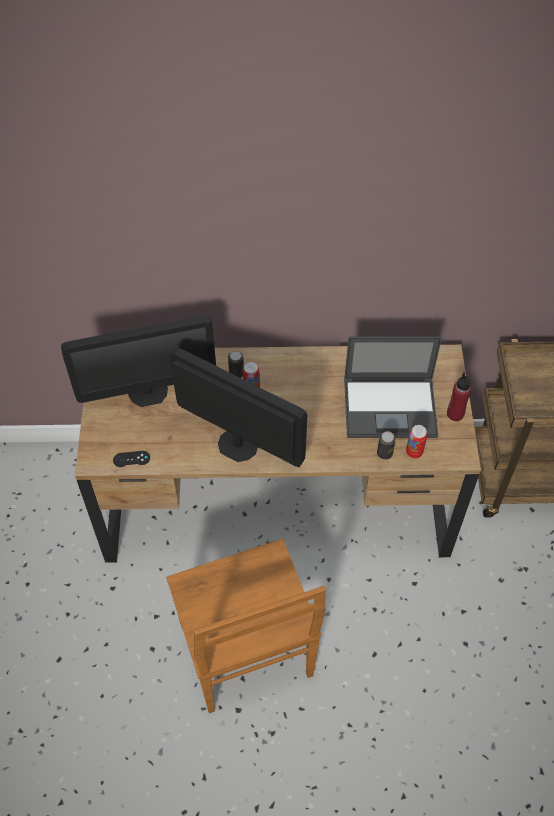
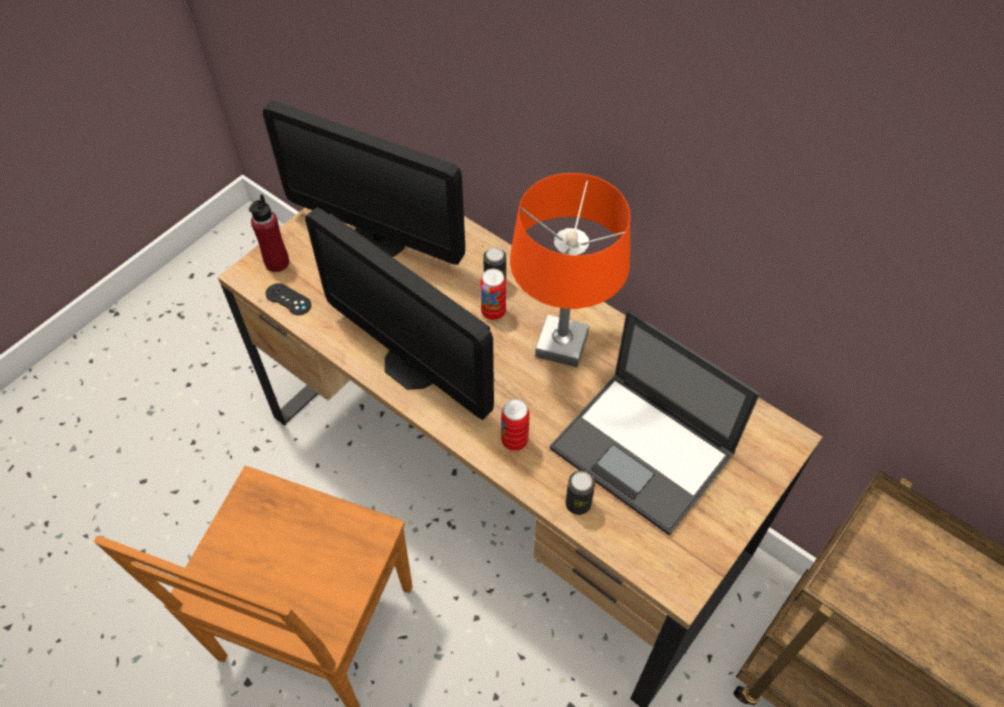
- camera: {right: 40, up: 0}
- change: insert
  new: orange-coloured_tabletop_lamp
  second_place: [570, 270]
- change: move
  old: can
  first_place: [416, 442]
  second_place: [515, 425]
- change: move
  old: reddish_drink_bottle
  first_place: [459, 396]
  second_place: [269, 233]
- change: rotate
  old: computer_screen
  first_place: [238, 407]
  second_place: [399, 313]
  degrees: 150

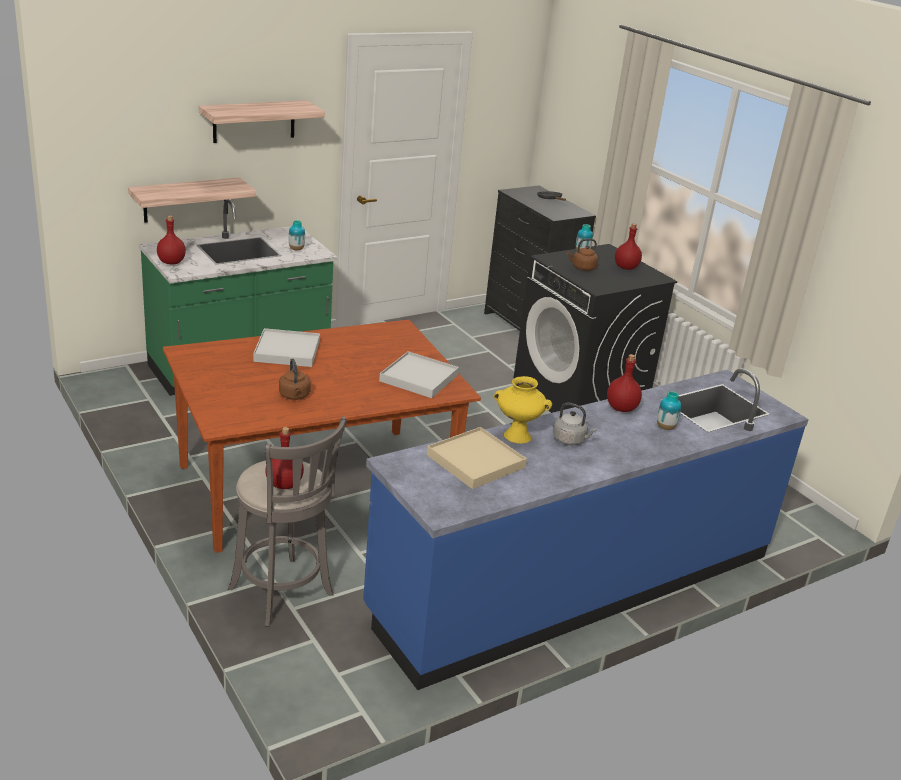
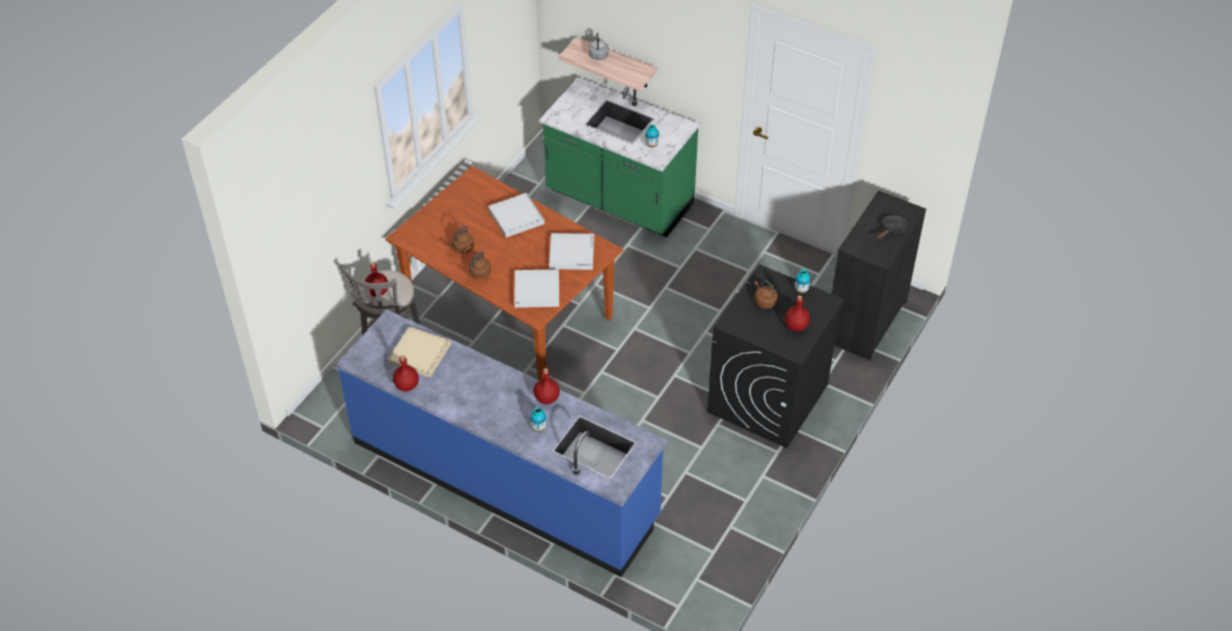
- camera: {right: 65, up: 20}
- change: delete
  old: shelf
  first_place: [262, 121]
- change: delete
  old: yellow-coloured_flower_vase
  first_place: [523, 409]
- change: insert
  new: brown_tea_kettle
  second_place: [478, 265]
- change: insert
  new: whitish_carrying_tray
  second_place: [571, 251]
- change: move
  old: reddish_drink_bottle
  first_place: [171, 239]
  second_place: [406, 373]
- change: move
  old: greyish_tea_kettle
  first_place: [575, 423]
  second_place: [598, 46]

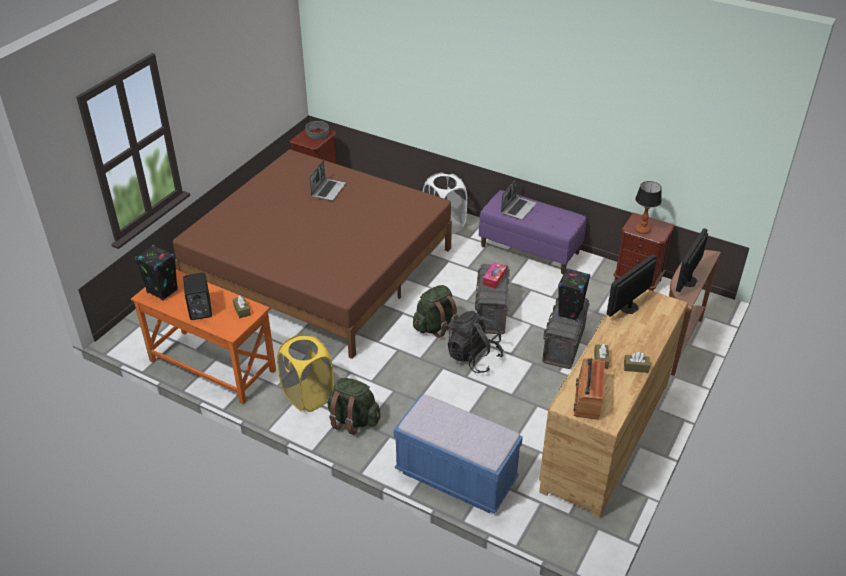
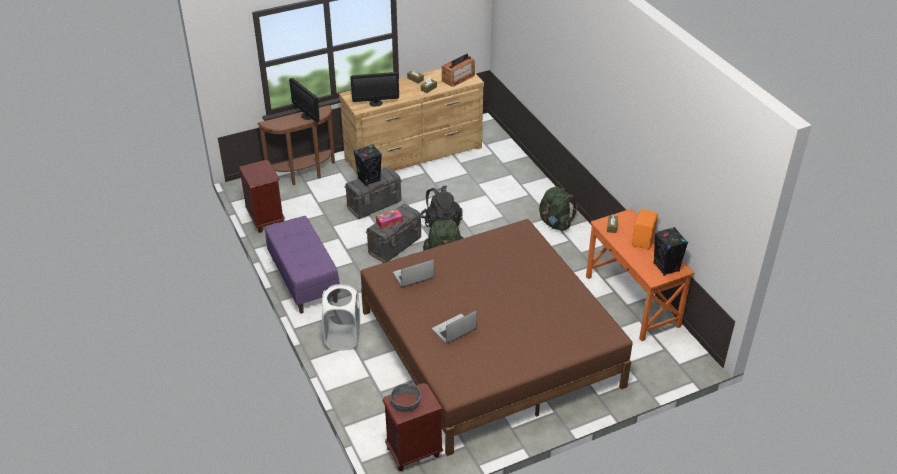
- camera: {right: -145, up: 0}
- change: delete
  old: yellow-coloured_washing_basket
  first_place: [305, 373]
- change: delete
  old: blue-coloured_indoor_bench
  first_place: [458, 453]
- change: delete
  old: tabletop_lamp
  first_place: [648, 207]
- change: move
  old: laptop
  first_place: [518, 199]
  second_place: [413, 273]
- change: recolor
  old: black-coloured_speaker
  new: orange-coloured_speaker
  first_place: [197, 296]
  second_place: [645, 229]
- change: rotate
  old: computer_screen
  first_place: [692, 260]
  second_place: [304, 100]
  degrees: 75

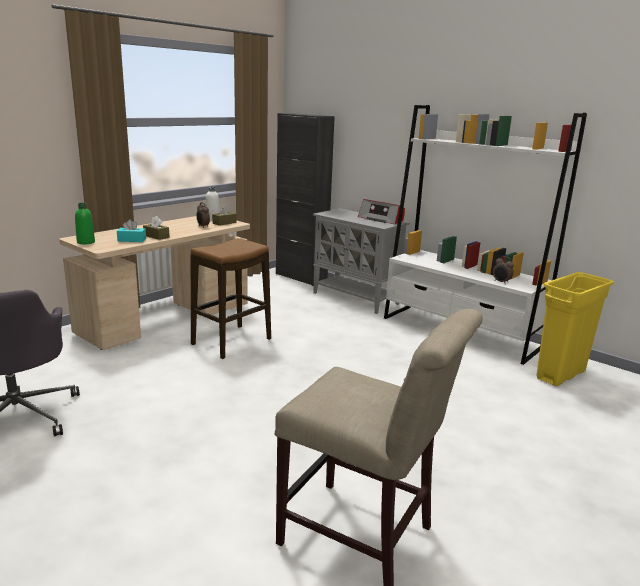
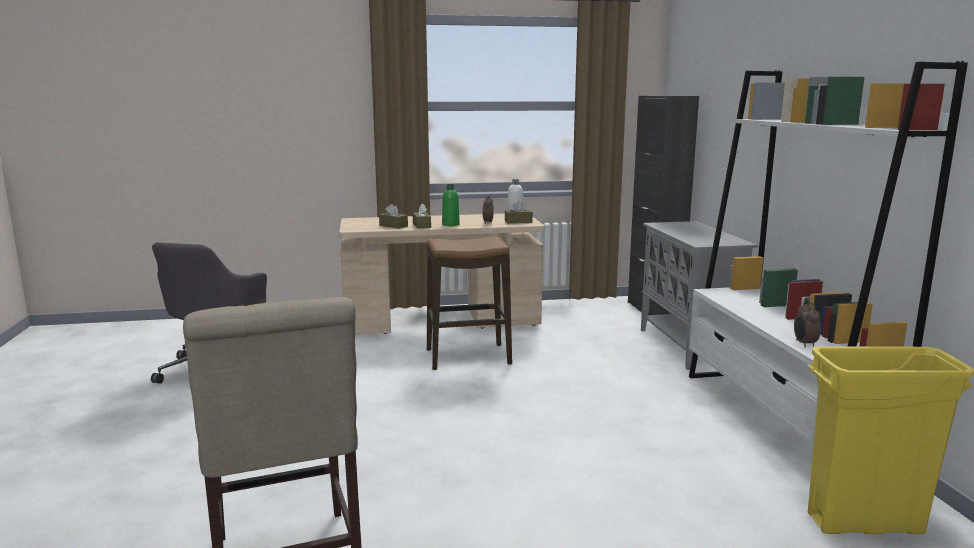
- camera: {right: 40, up: -5}
- change: delete
  old: radio_set
  first_place: [381, 211]
- change: move
  old: green_drink_bottle
  first_place: [85, 223]
  second_place: [451, 205]
- change: recolor
  old: turquoise_tissue_box
  new: brown_tissue_box
  first_place: [131, 230]
  second_place: [393, 216]

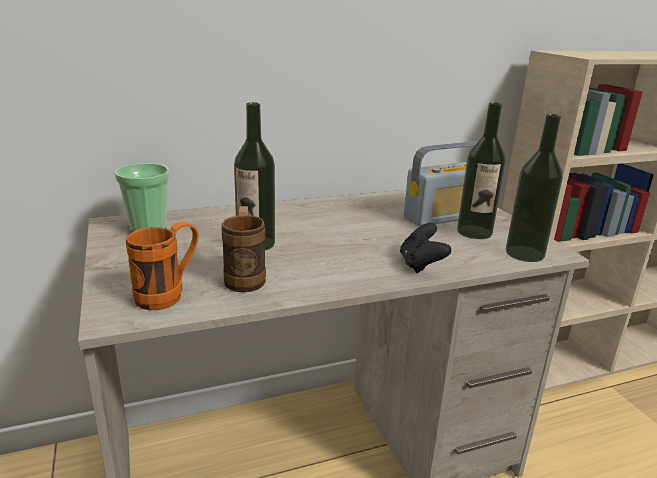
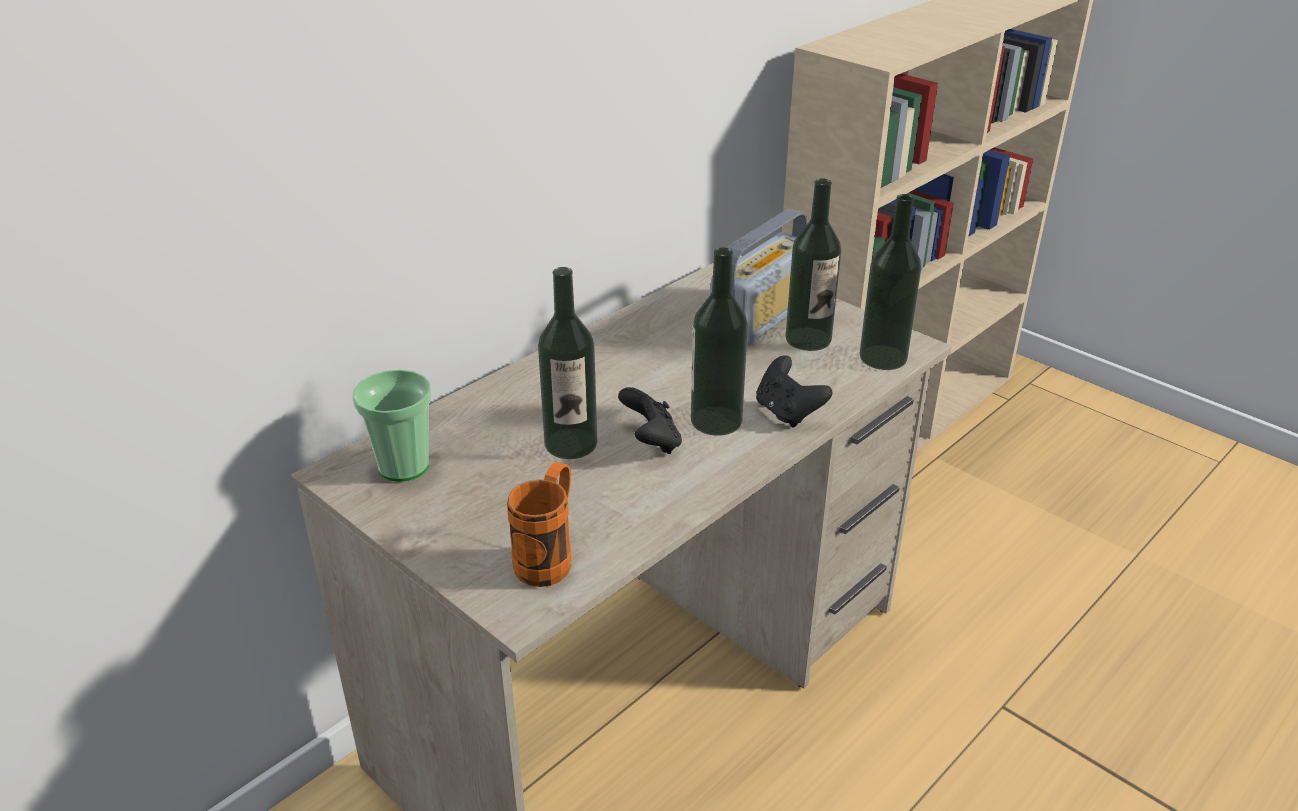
- camera: {right: -25, up: 10}
- change: delete
  old: brown_coffee_mug
  first_place: [243, 249]
- change: insert
  new: black-coloured_game_controller
  second_place: [650, 420]
- change: insert
  new: drink_bottle
  second_place: [719, 341]

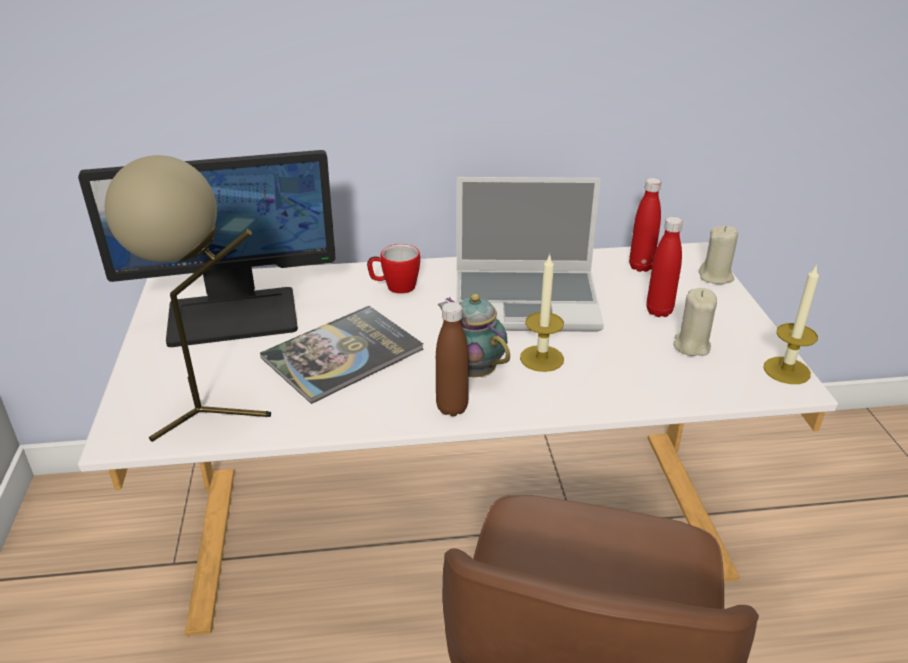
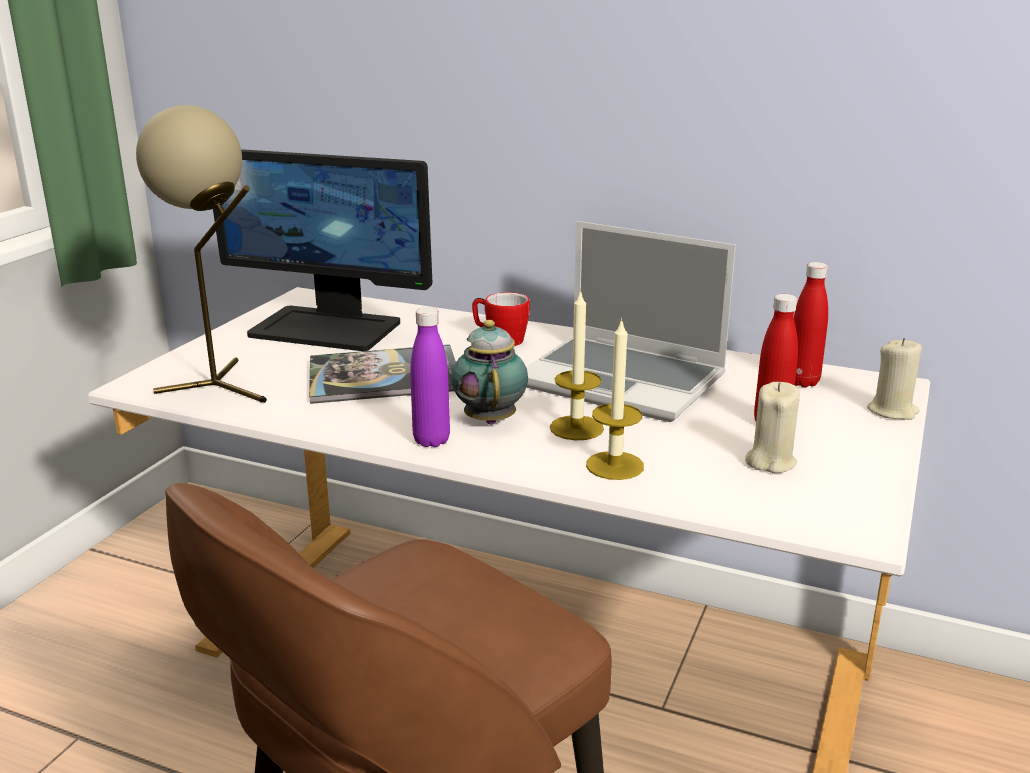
- camera: {right: 30, up: -10}
- change: move
  old: candle
  first_place: [791, 324]
  second_place: [615, 399]
- change: recolor
  old: brown_drink_bottle
  new: purple-coloured_drink_bottle
  first_place: [452, 359]
  second_place: [430, 377]

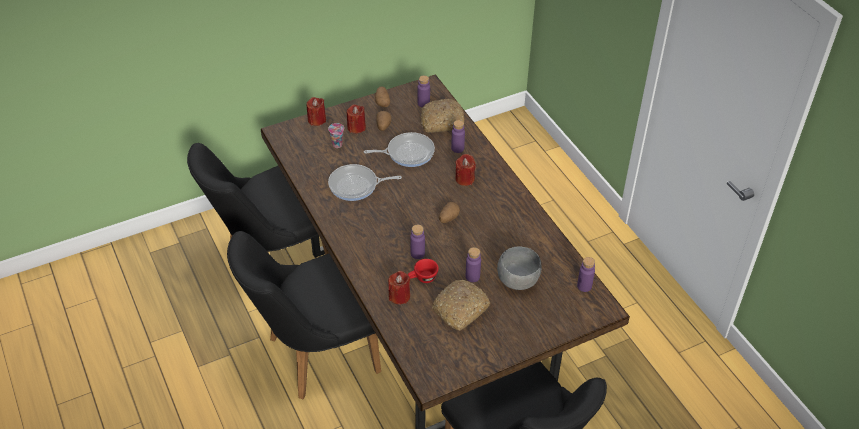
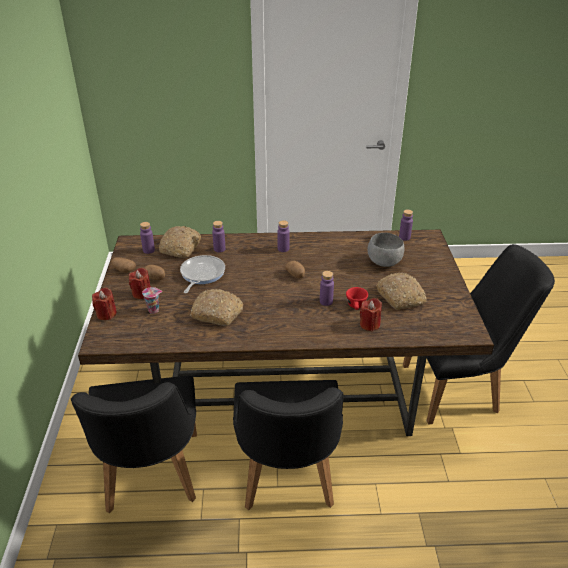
- camera: {right: -65, up: -10}
- change: delete
  old: reddish_candle
  first_place: [465, 170]
- change: move
  old: purple-coloured_drink_bottle
  first_place: [473, 264]
  second_place: [283, 236]
- change: replace
  old: pan
  new: bread
  first_place: [365, 182]
  second_place: [217, 307]

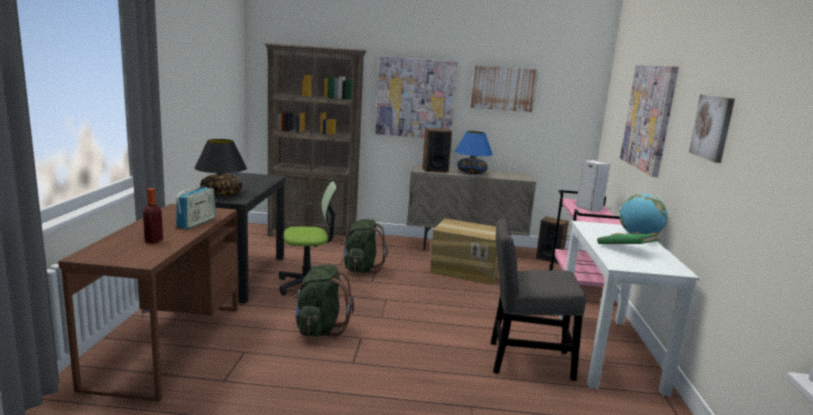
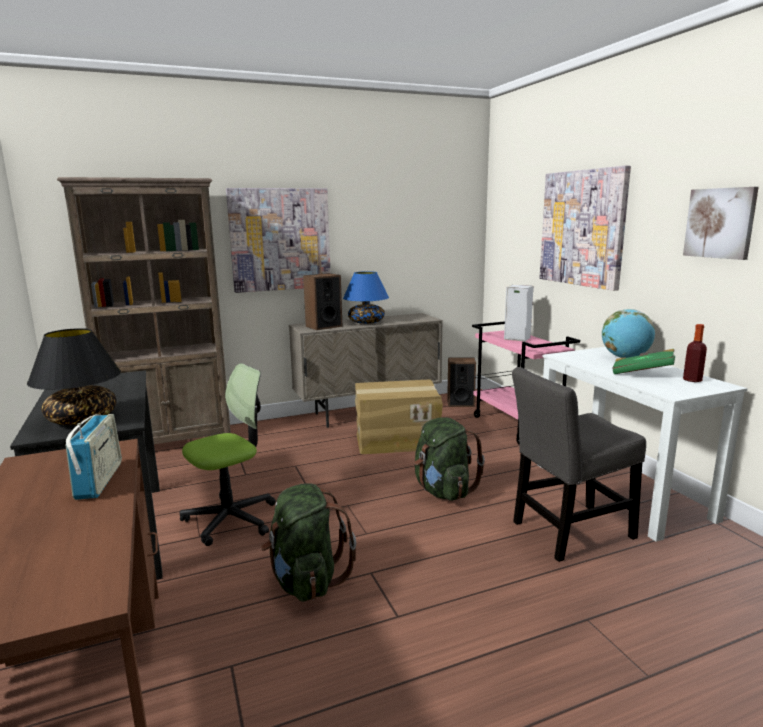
- camera: {right: -25, up: 0}
- change: delete
  old: wall_picture
  first_place: [504, 88]
- change: move
  old: drink_bottle
  first_place: [153, 215]
  second_place: [695, 353]
- change: move
  old: green_rucksack
  first_place: [364, 246]
  second_place: [449, 459]

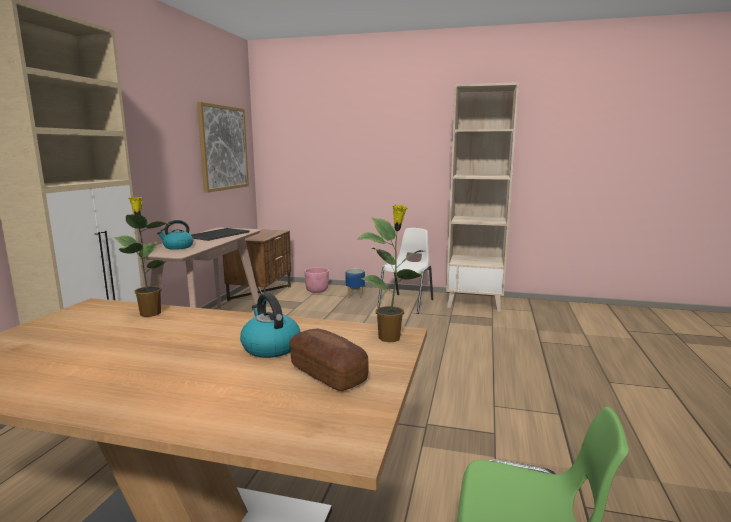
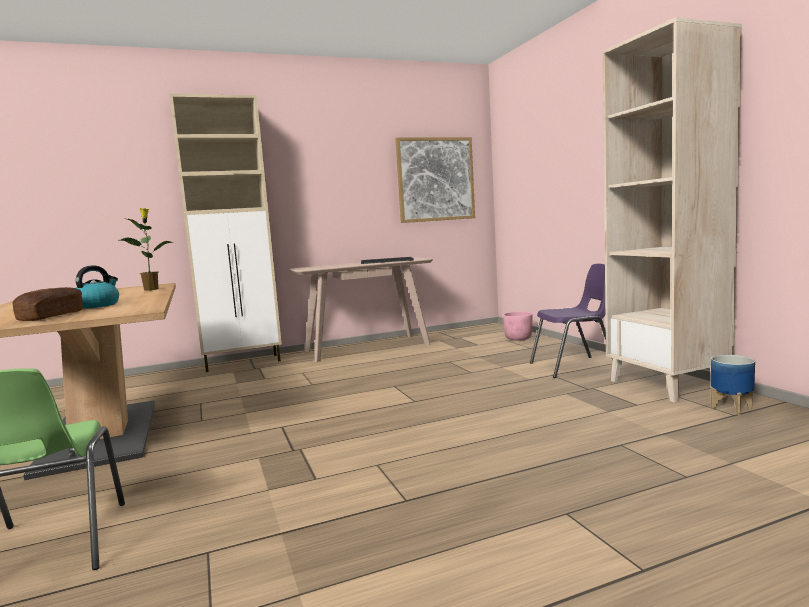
- camera: {right: 55, up: -5}
- change: delete
  old: tea_kettle
  first_place: [175, 235]
- change: delete
  old: brown_bedside_table
  first_place: [257, 265]
- change: delete
  old: houseplant
  first_place: [390, 273]
- change: move
  old: planter
  first_place: [355, 283]
  second_place: [733, 385]
- change: recolor
  old: whitish_chair
  new: purple-coloured_chair
  first_place: [405, 271]
  second_place: [571, 321]

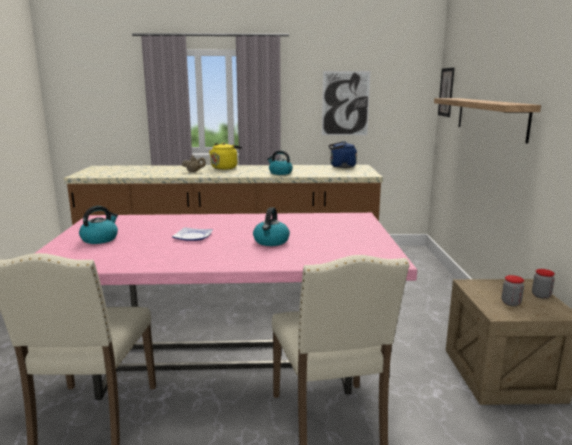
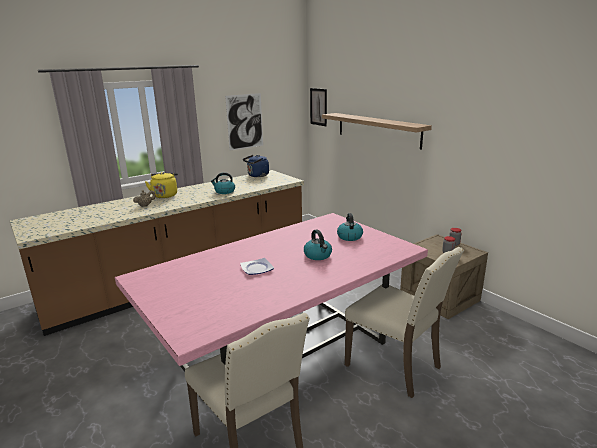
- camera: {right: -35, up: 5}
- change: move
  old: tea_kettle
  first_place: [98, 225]
  second_place: [350, 227]

